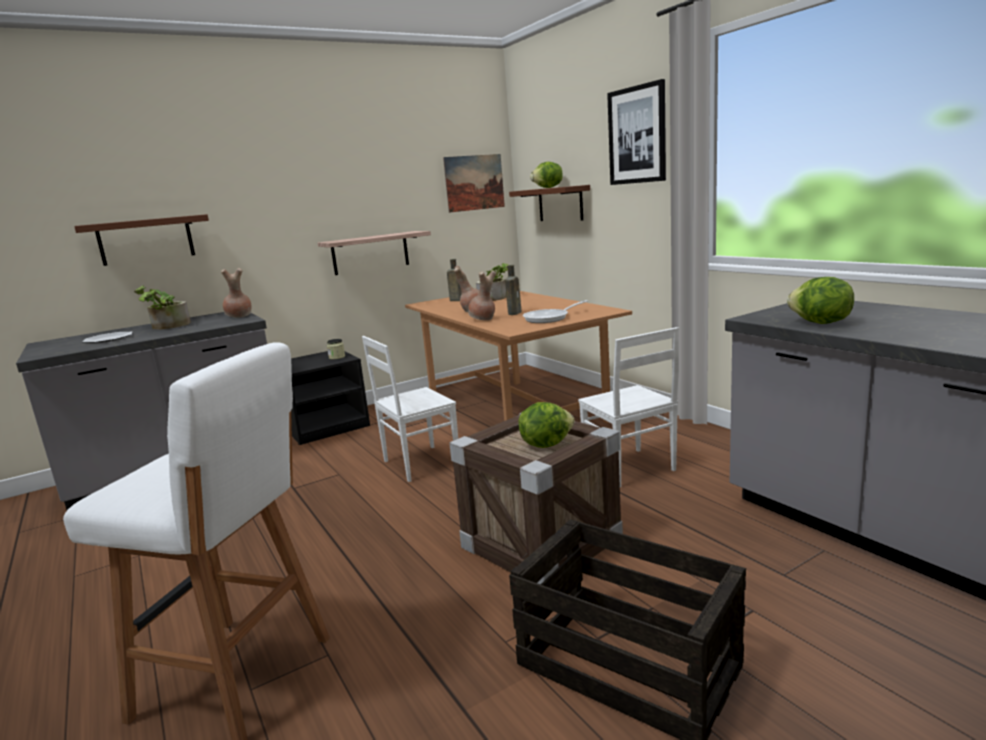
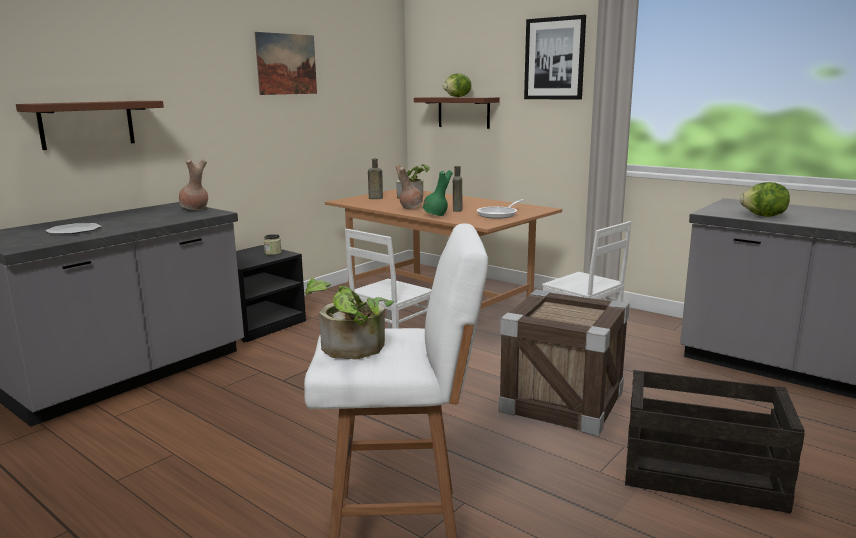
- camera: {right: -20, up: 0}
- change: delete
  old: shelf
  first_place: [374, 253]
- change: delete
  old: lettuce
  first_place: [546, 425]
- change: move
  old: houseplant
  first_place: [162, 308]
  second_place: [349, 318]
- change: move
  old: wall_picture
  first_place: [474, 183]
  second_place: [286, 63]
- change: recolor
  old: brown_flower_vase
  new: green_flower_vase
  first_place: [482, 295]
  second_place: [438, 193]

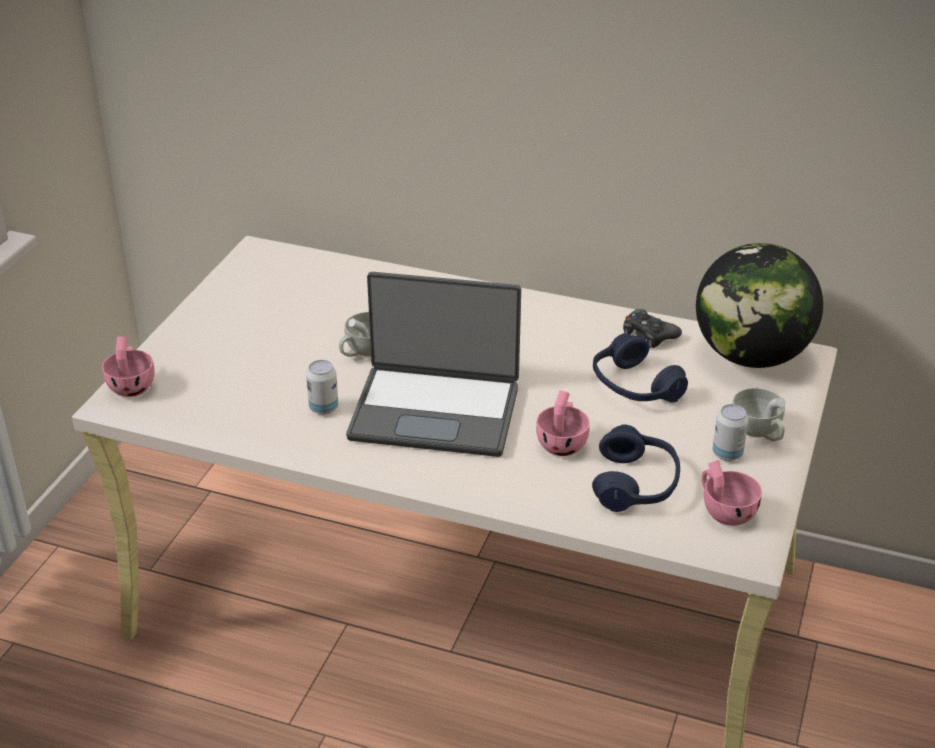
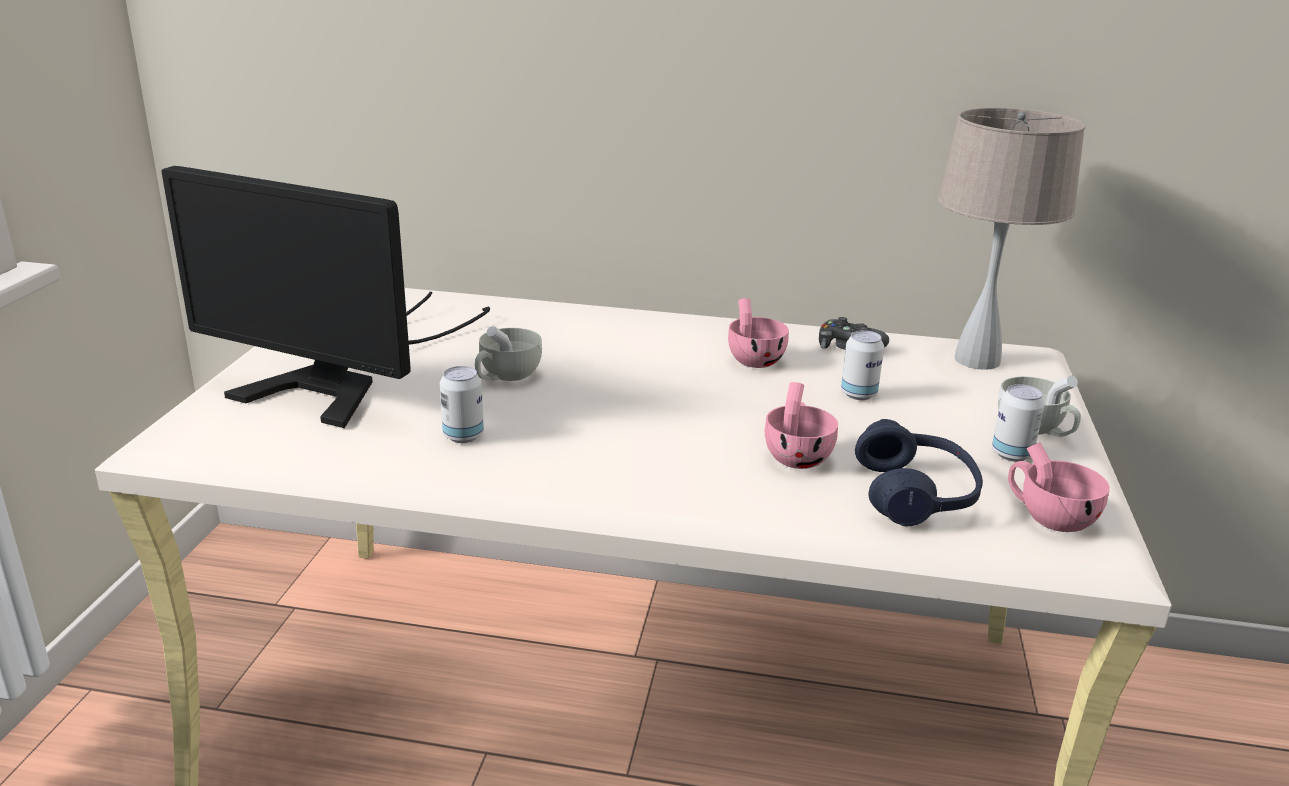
- camera: {right: -10, up: -10}
- change: delete
  old: laptop
  first_place: [433, 364]
- change: insert
  new: computer_screen
  second_place: [325, 297]
- change: move
  old: pink-coloured_small_cup
  first_place: [128, 366]
  second_place: [758, 333]
- change: replace
  old: blue-coloured_headphones
  new: can
  first_place: [640, 368]
  second_place: [862, 365]
- change: replace
  old: desk_globe
  new: beige-coloured_tabletop_lamp
  first_place: [759, 305]
  second_place: [1011, 239]

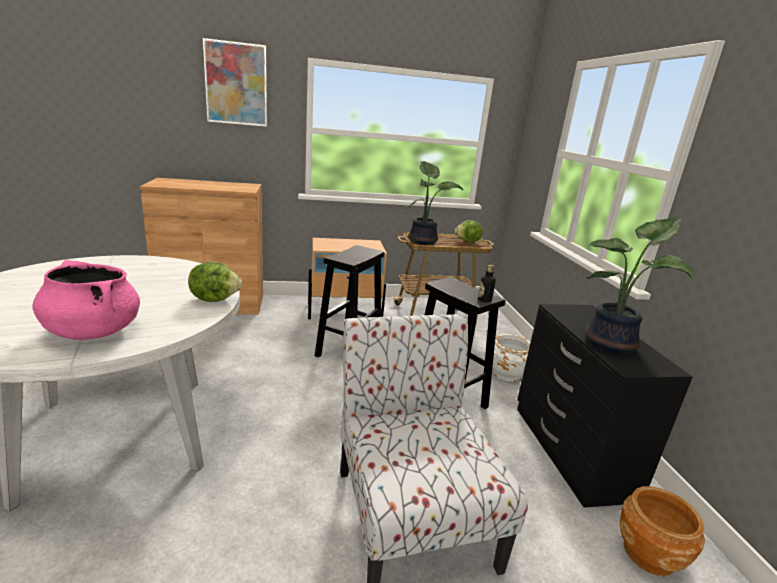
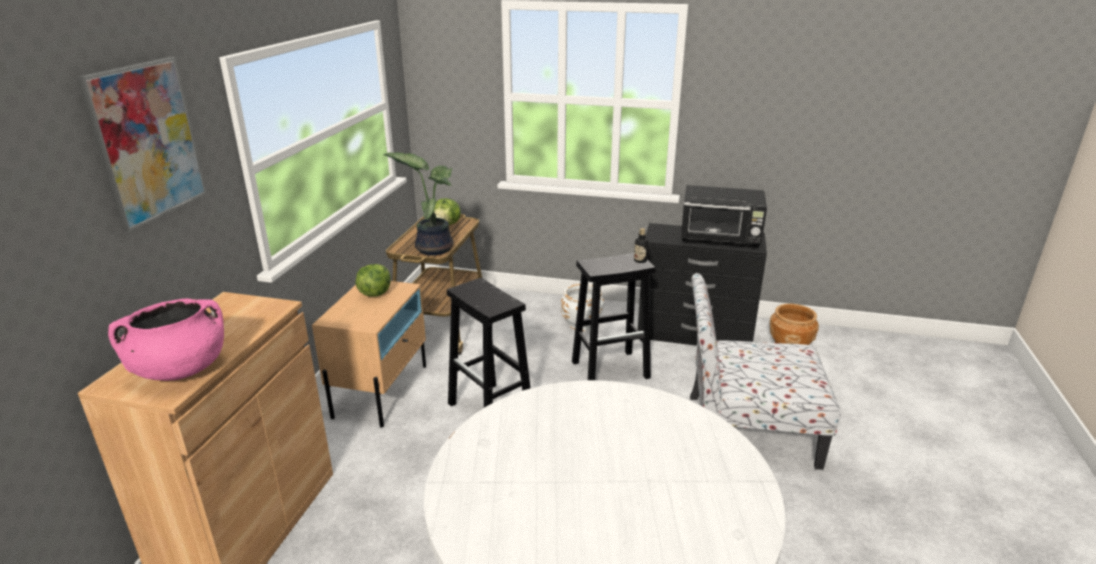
- camera: {right: -65, up: 5}
- change: move
  old: pink-coloured_saucepot
  first_place: [86, 300]
  second_place: [166, 340]
- change: move
  old: lettuce
  first_place: [215, 281]
  second_place: [373, 280]
- change: replace
  old: houseplant
  new: black-coloured_kitchen_microwave
  first_place: [639, 285]
  second_place: [724, 217]

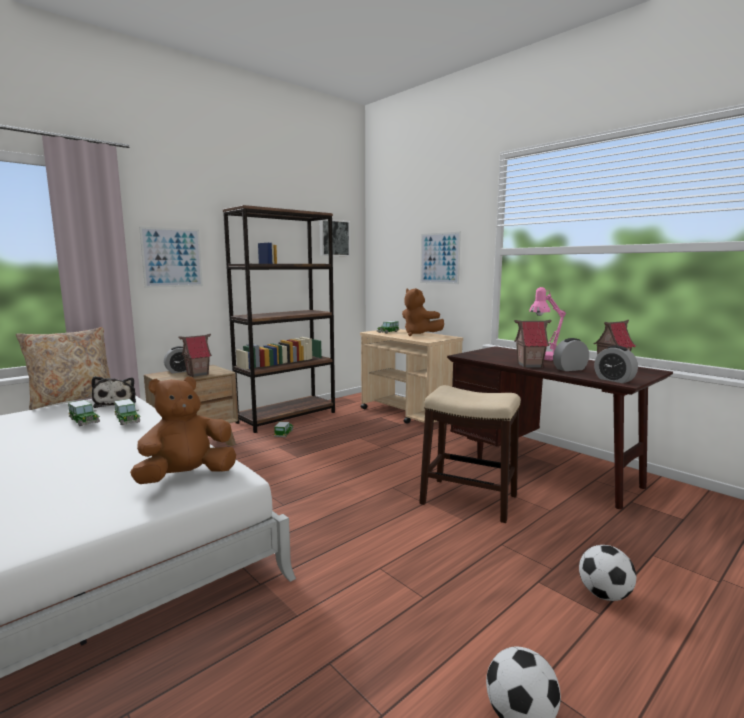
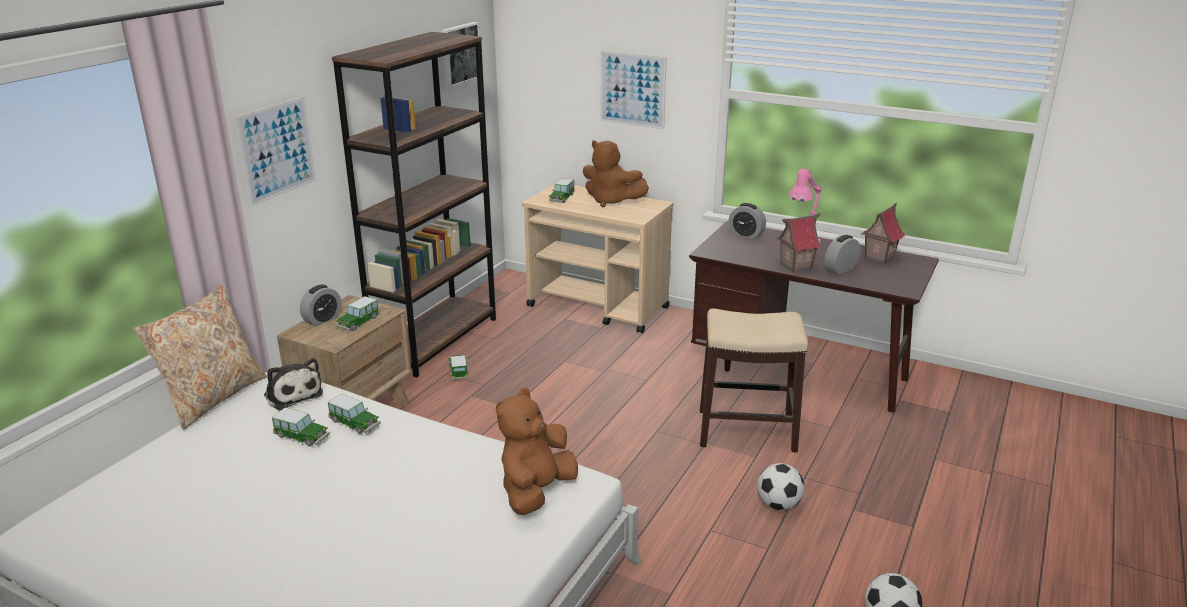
- camera: {right: -20, up: 15}
- change: move
  old: football_ball
  first_place: [607, 573]
  second_place: [781, 486]
- change: move
  old: bedside_clock
  first_place: [616, 364]
  second_place: [747, 221]
- change: replace
  old: toy_house
  new: miniature_car
  first_place: [195, 355]
  second_place: [357, 313]

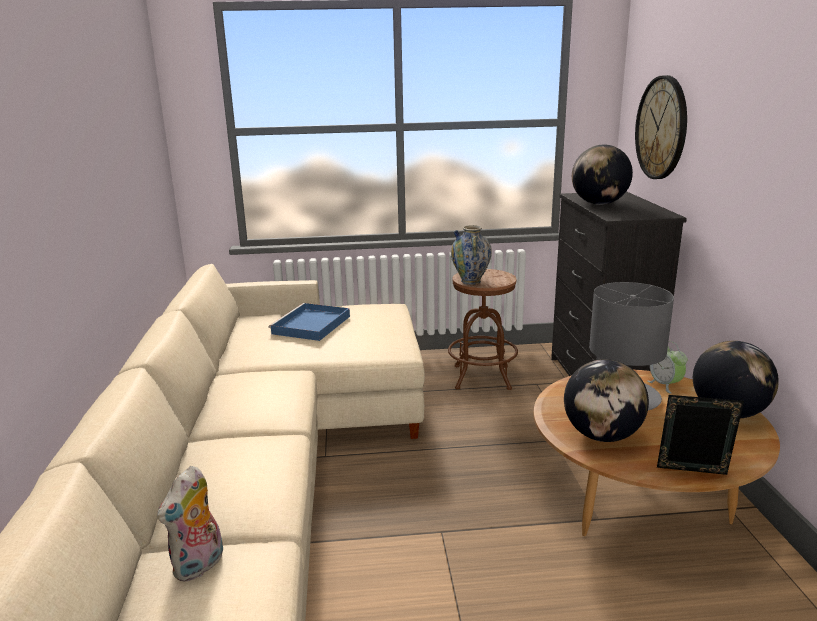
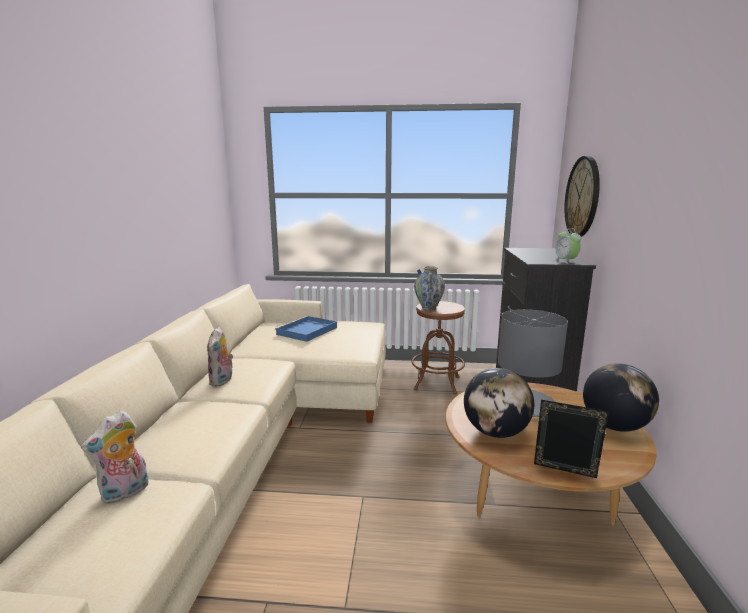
- camera: {right: 10, up: -5}
- change: delete
  old: desk_globe
  first_place: [602, 175]
- change: insert
  new: cuddly_toy
  second_place: [220, 356]
- change: move
  old: bedside_clock
  first_place: [667, 367]
  second_place: [568, 246]

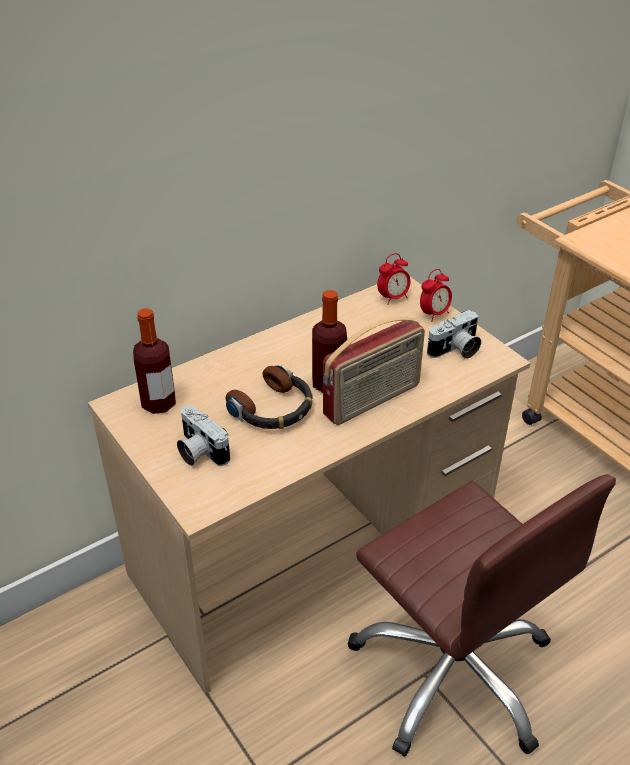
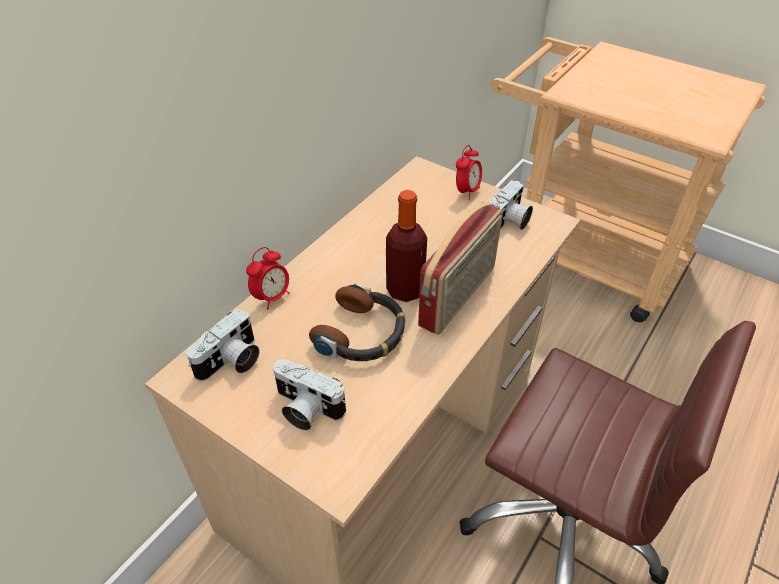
- camera: {right: -20, up: 5}
- change: move
  old: bedside_clock
  first_place: [394, 279]
  second_place: [267, 278]
- change: replace
  old: drink_bottle
  new: photo_camera
  first_place: [154, 361]
  second_place: [222, 345]

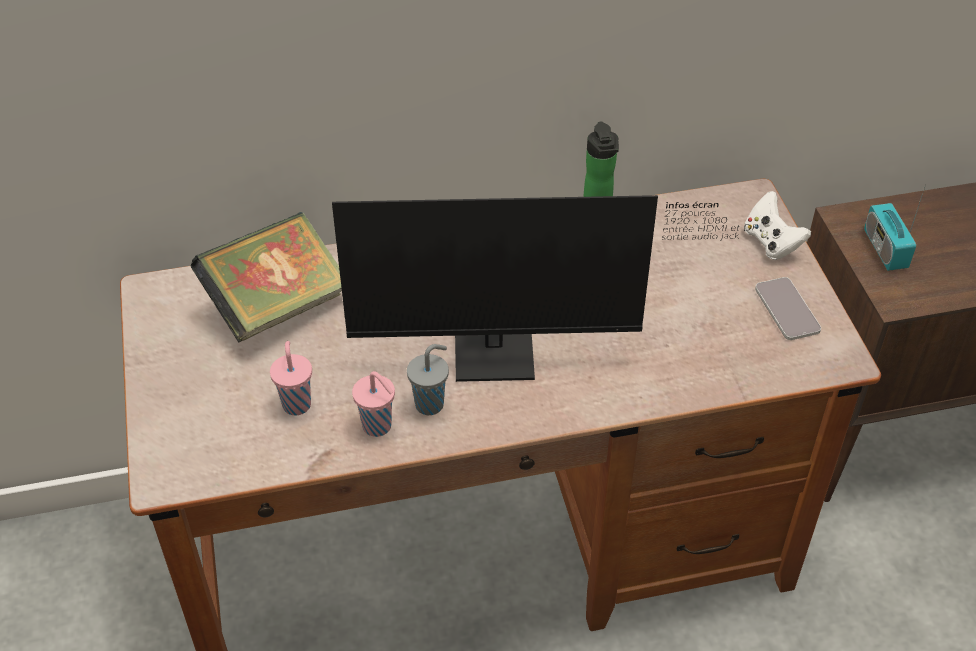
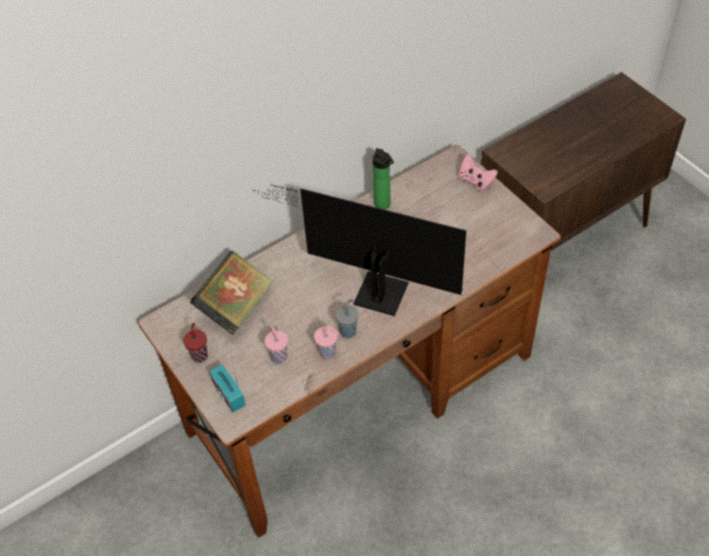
- camera: {right: -20, up: 5}
- change: delete
  old: phone
  first_place: [788, 308]
- change: insert
  new: reddish_small_cup
  second_place: [195, 343]
- change: move
  old: radio_set
  first_place: [895, 228]
  second_place: [227, 387]
- change: recolor
  old: whitish_game_controller
  new: pink-coloured_game_controller
  first_place: [777, 225]
  second_place: [478, 172]
- change: rotate
  old: computer_screen
  first_place: [545, 288]
  second_place: [359, 250]
  degrees: -135

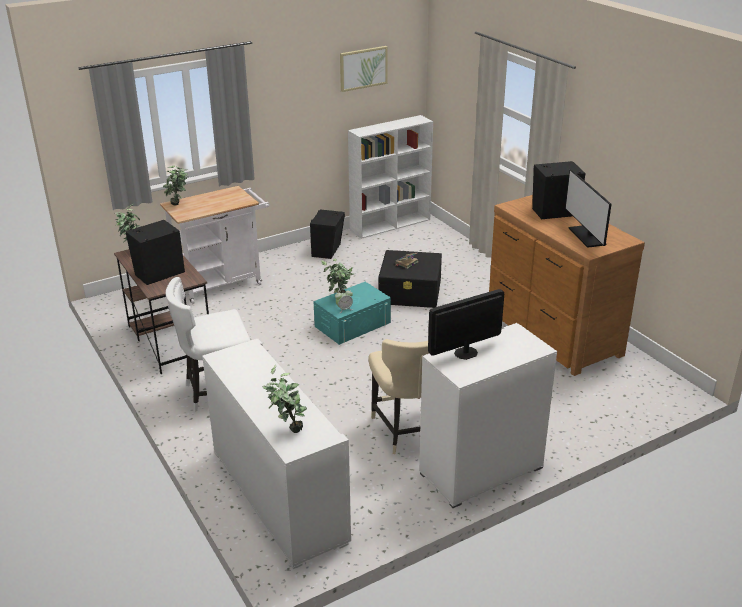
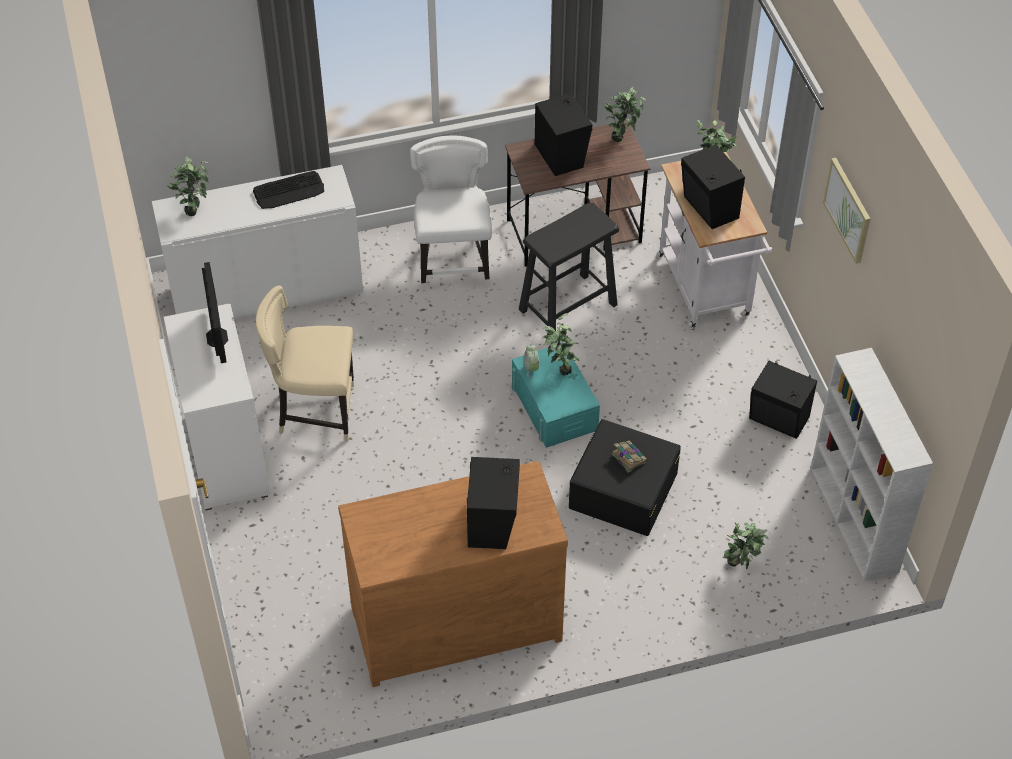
- camera: {right: 105, up: 20}
- change: delete
  old: computer_screen
  first_place: [588, 208]
- change: insert
  new: computer_keyboard
  second_place: [288, 190]
- change: insert
  new: black-coloured_sitting_stool
  second_place: [569, 269]
- change: insert
  new: black-coloured_speaker
  second_place: [713, 187]
- change: insert
  new: houseplant
  second_place: [746, 545]
- change: move
  old: wall_picture
  first_place: [364, 69]
  second_place: [846, 211]

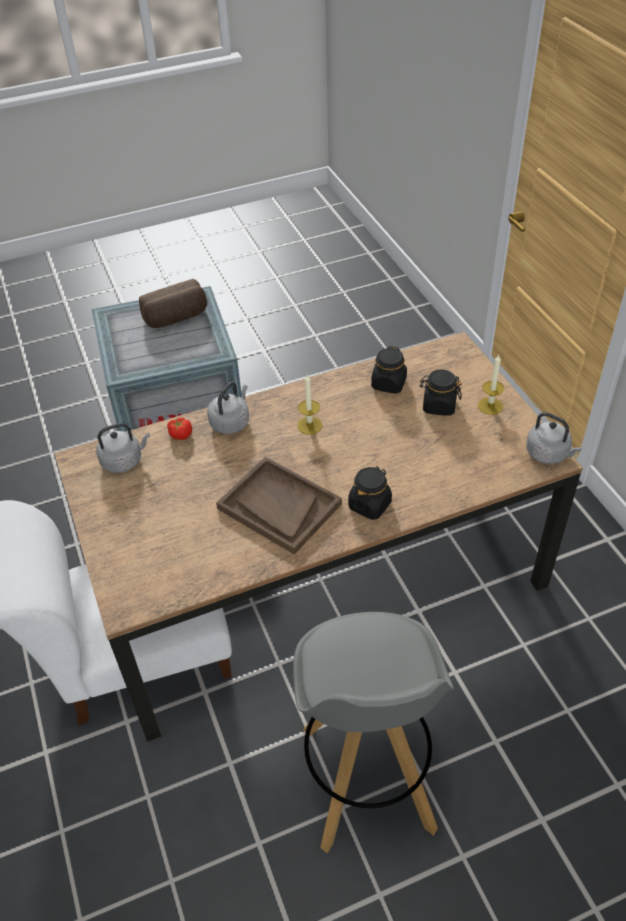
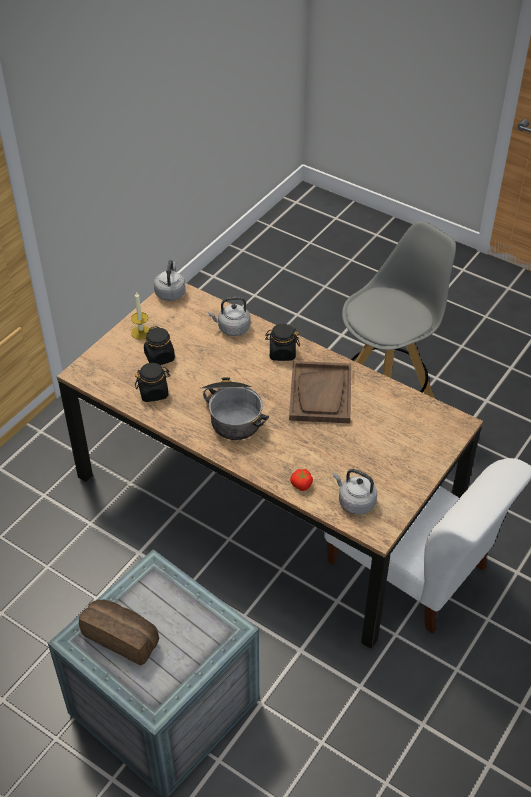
- camera: {right: -125, up: 0}
- change: move
  old: greyish_tea_kettle
  first_place: [228, 408]
  second_place: [229, 316]
- change: replace
  old: candle
  new: saucepot
  first_place: [310, 404]
  second_place: [235, 408]

